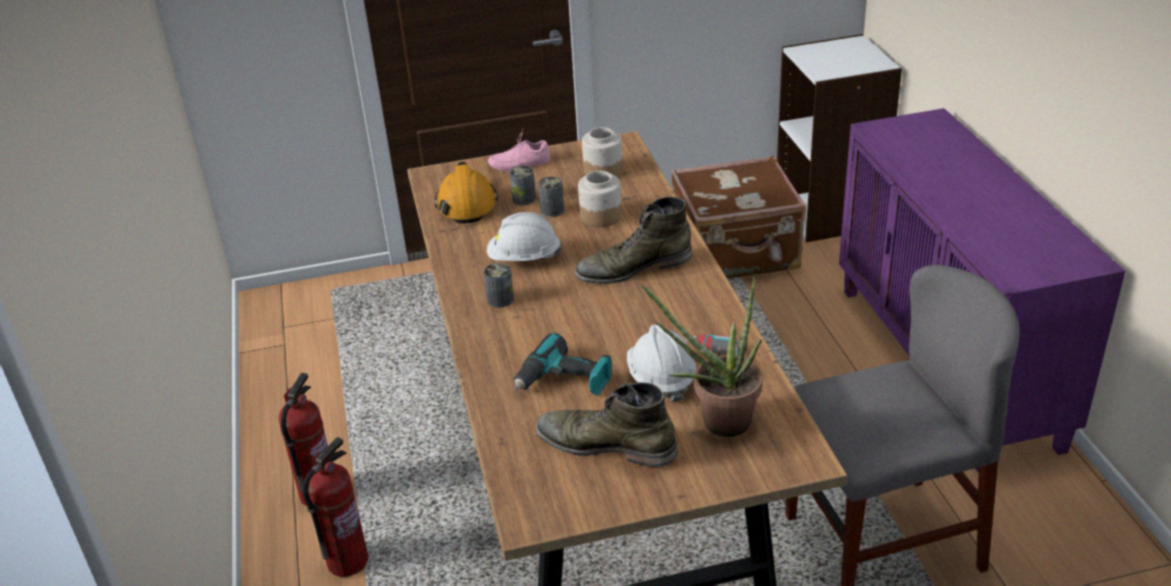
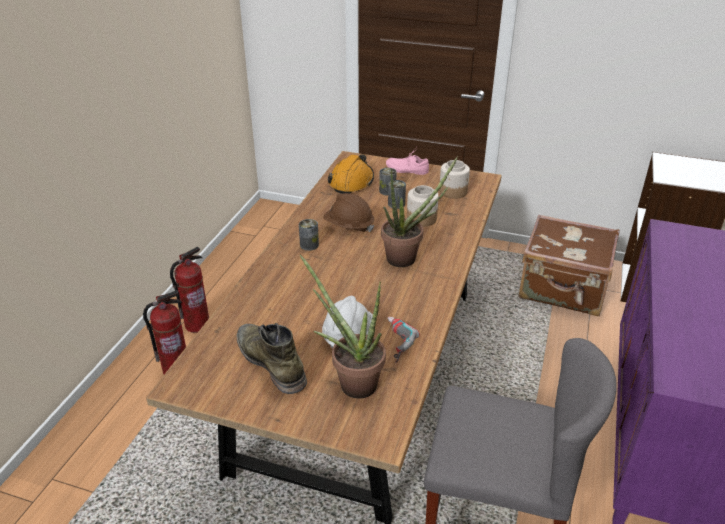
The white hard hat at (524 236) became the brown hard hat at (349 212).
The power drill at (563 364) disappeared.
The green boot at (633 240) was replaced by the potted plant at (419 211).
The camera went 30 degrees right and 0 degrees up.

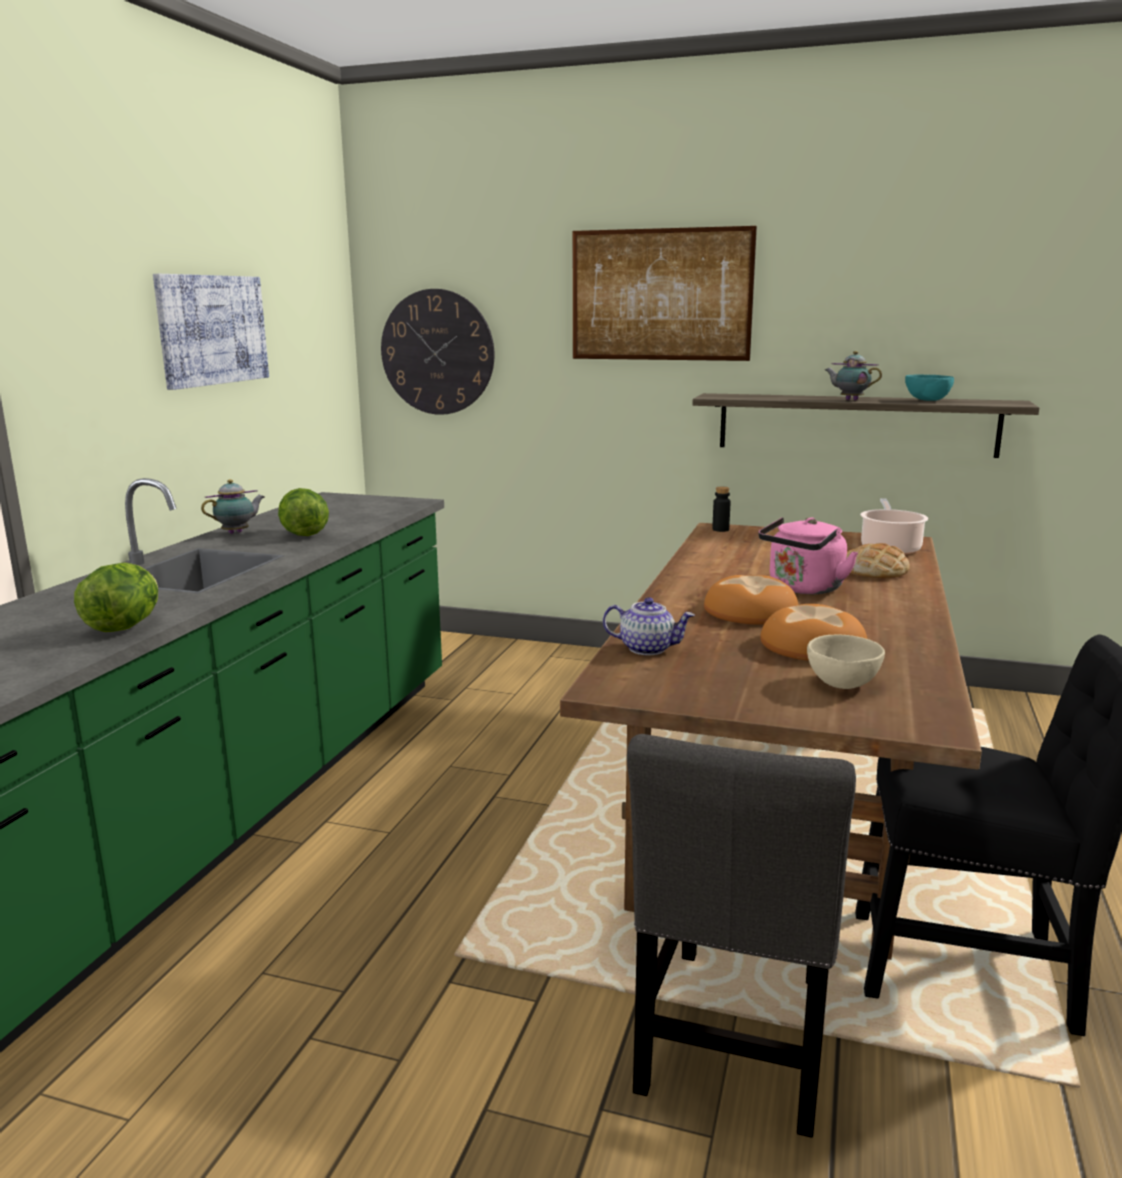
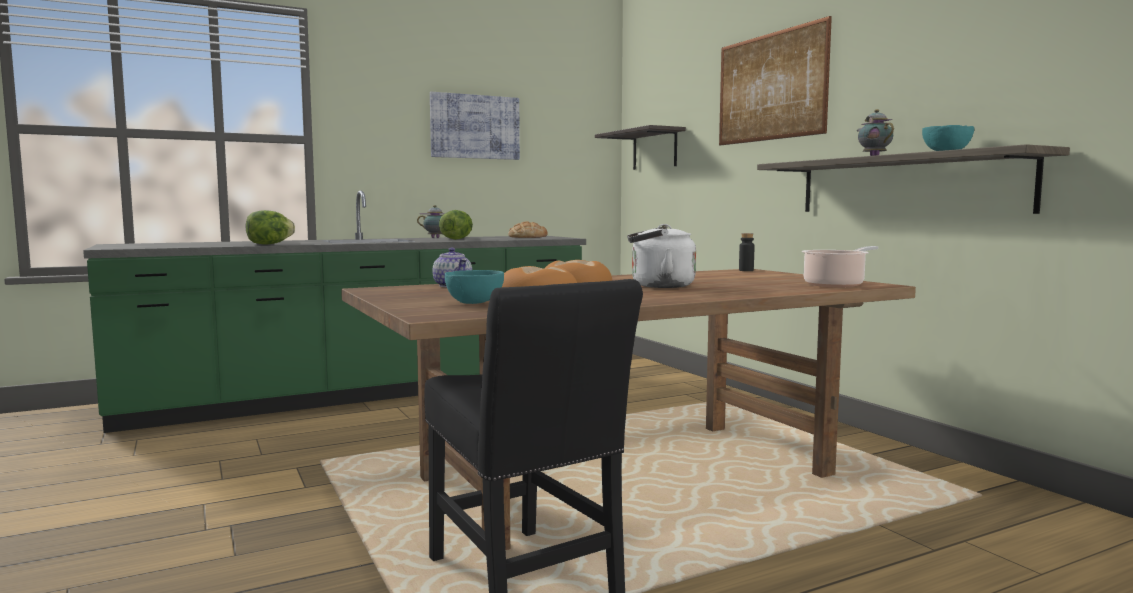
The wall clock at (438 352) was replaced by the shelf at (640 147).
The grey chair at (741 936) disappeared.
The pink kettle at (808 555) became the white kettle at (661 256).
The beige bowl at (846 662) became the turquoise bowl at (474 287).
The bread moved from (878 560) to (528 229).
The camera went 45 degrees right and 10 degrees down.

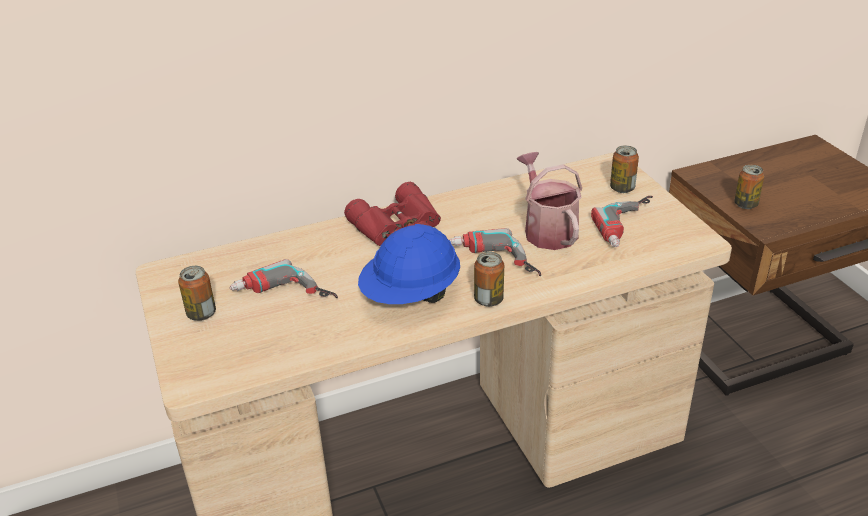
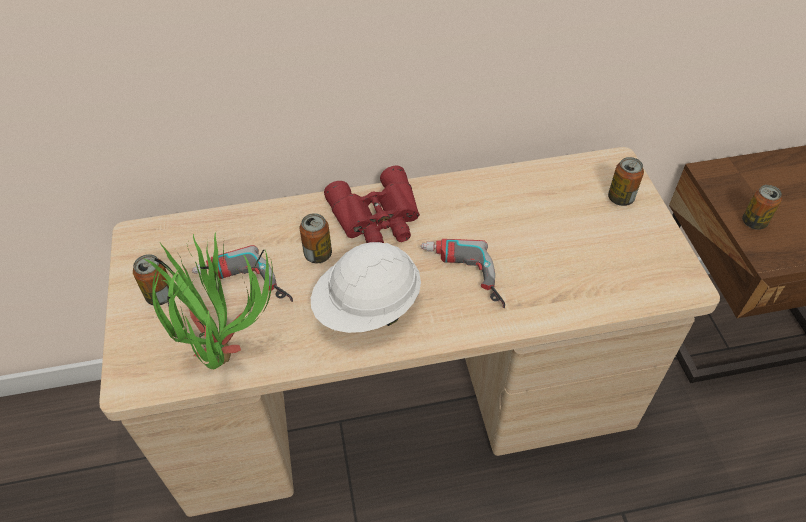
The blue hard hat at (409 264) became the white hard hat at (366 287).
The can moved from (489 279) to (316 238).
The watering can at (549 201) disappeared.
The power drill at (622 221) disappeared.
The potted plant at (208 300) appeared.
The camera went 10 degrees right and 15 degrees up.

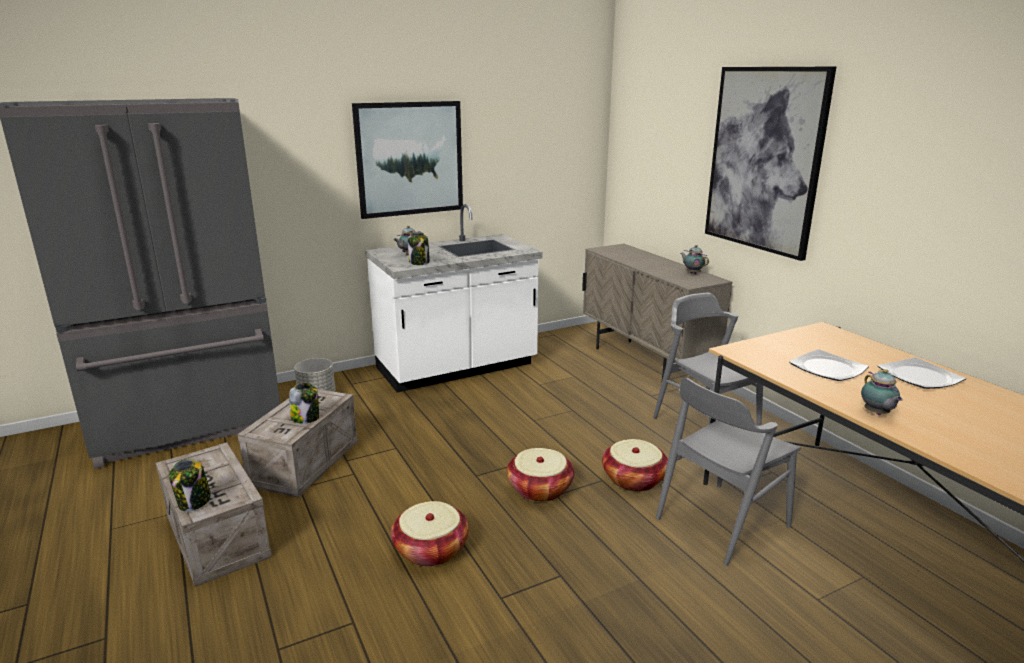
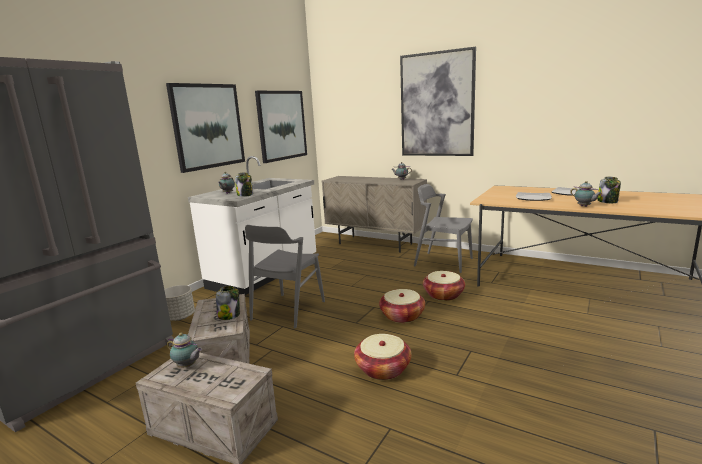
The jar moved from (190 485) to (609 190).
The grey chair moved from (728 472) to (285 276).
The teapot at (184 350) appeared.
The picture at (281 127) appeared.
The camera went 30 degrees left and 5 degrees down.

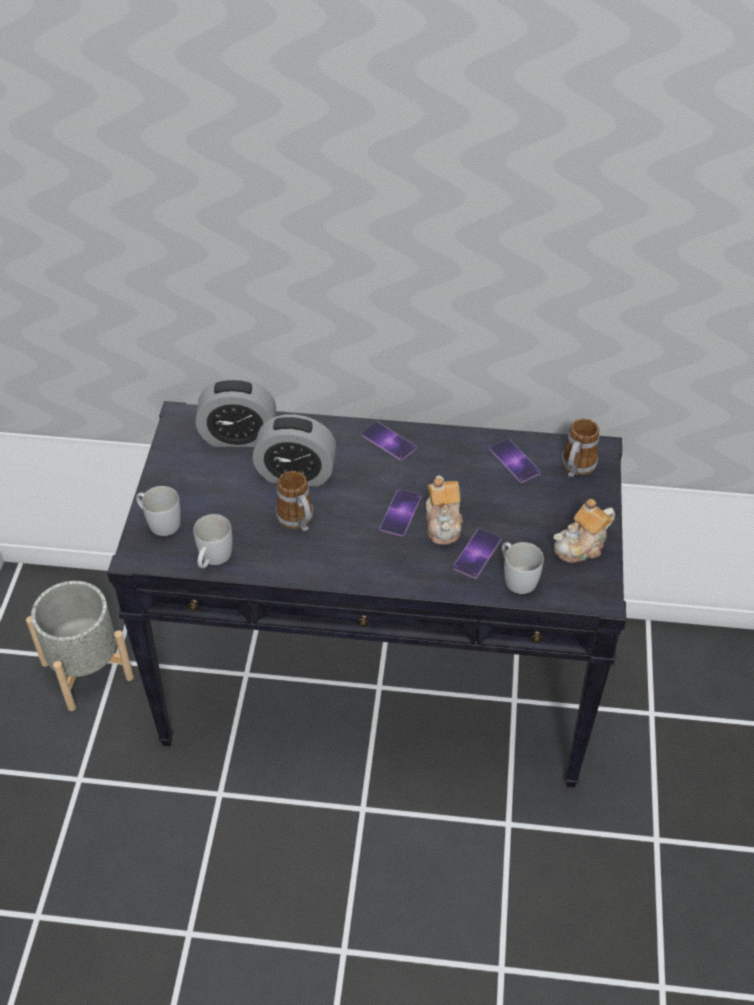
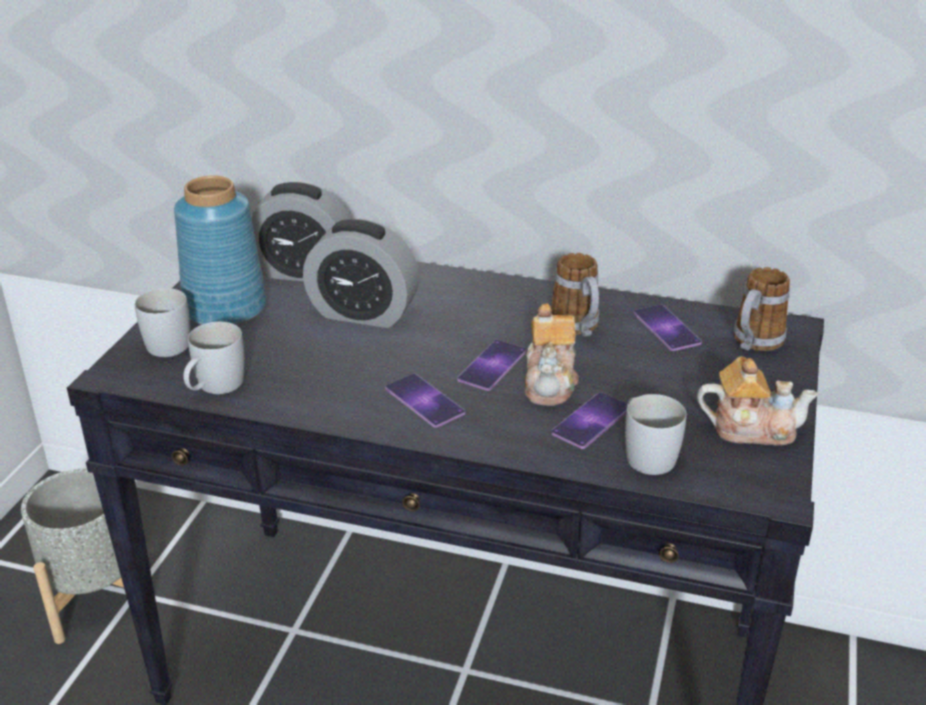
The mug moved from (294 501) to (575 295).
The phone moved from (389 441) to (425 400).
The teapot at (584 531) turned 150 degrees counterclockwise.
The blue vase at (220 250) appeared.
The camera went 10 degrees right and 15 degrees down.

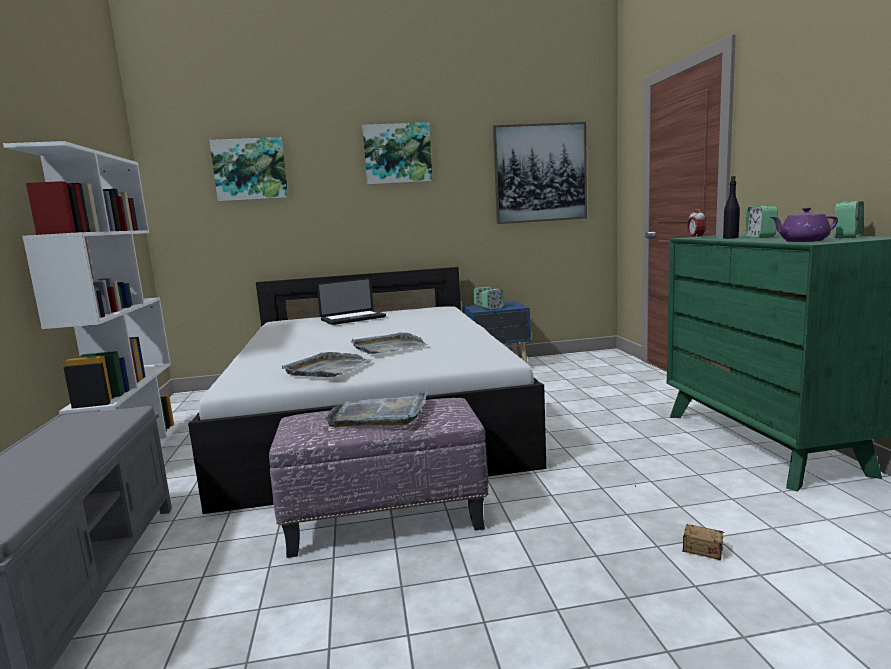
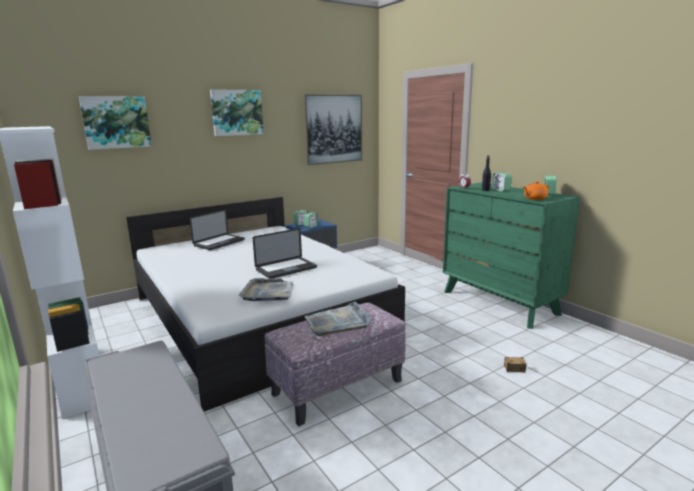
The grey tray at (389 343) was replaced by the laptop at (285 253).
The purple teapot at (804 224) became the orange teapot at (536 190).
The camera went 25 degrees left and 5 degrees up.

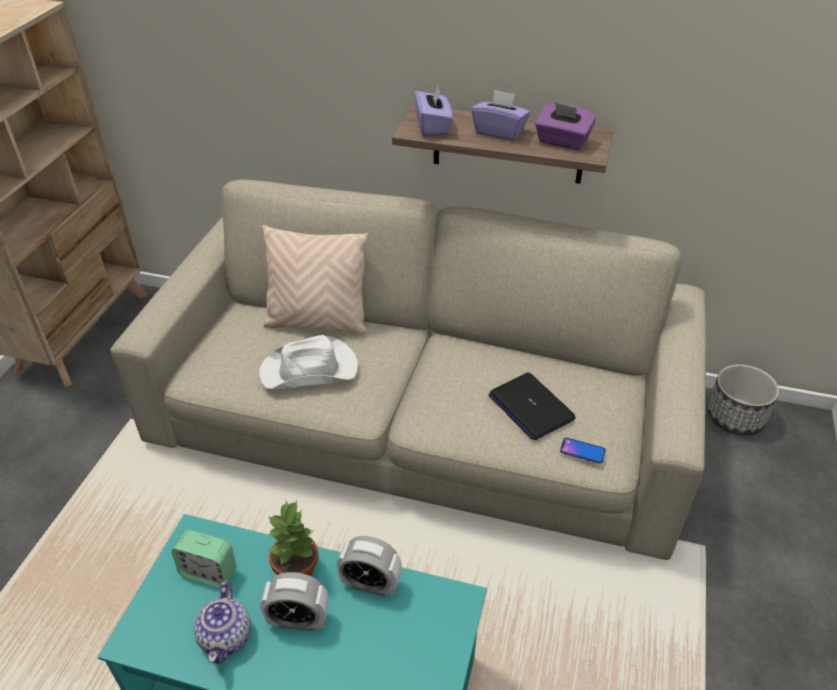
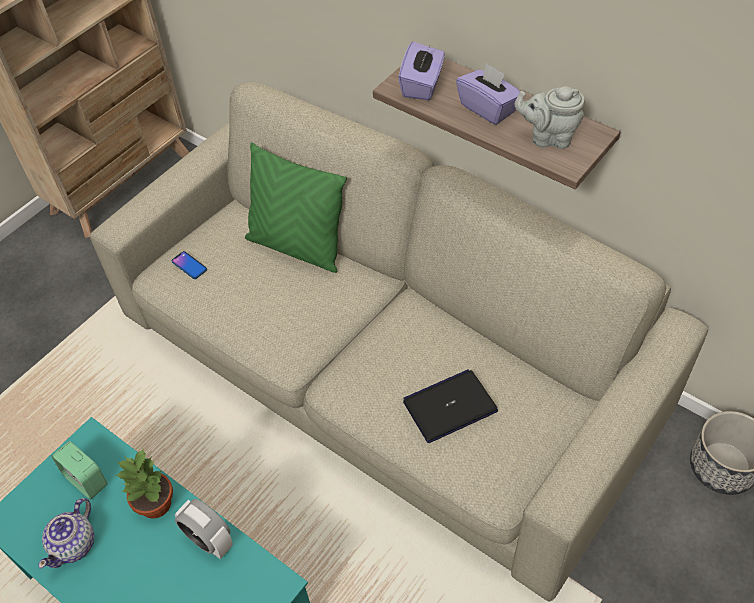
The white hat at (308 362) disappeared.
The alarm clock at (294 601) disappeared.
The beige pillow at (315 279) became the green pillow at (296 207).
The laptop at (532 406) turned 75 degrees clockwise.
The purple tissue box at (566 126) was replaced by the grey teapot at (550 117).
The phone moved from (583 450) to (189 265).
The camera went 25 degrees right and 10 degrees up.

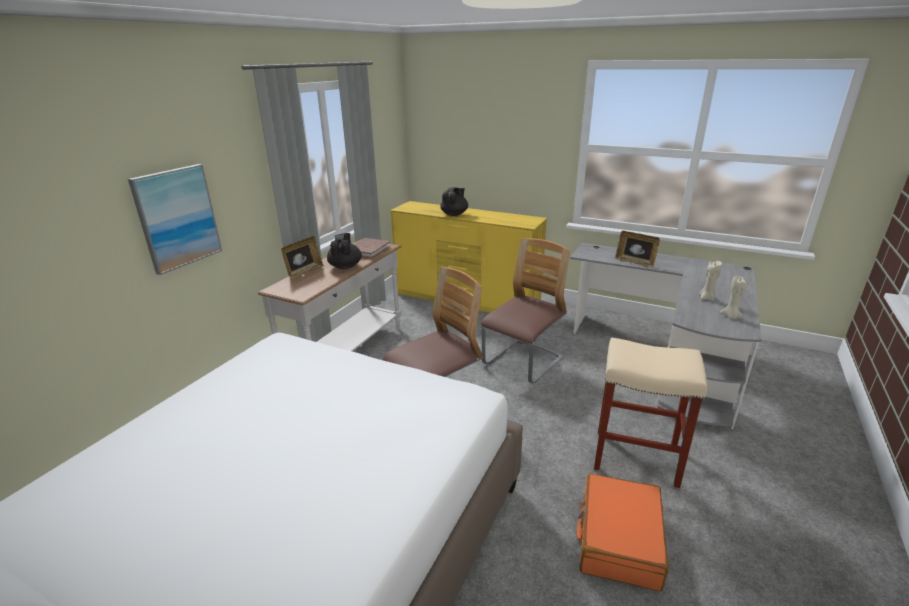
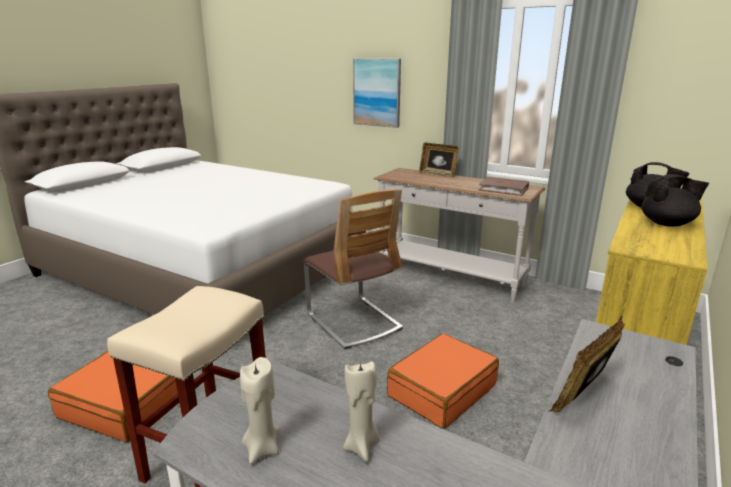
The black teapot moved from (344 251) to (675 200).
The chair at (525 311) was replaced by the orange suitcase at (443 381).
The camera went 95 degrees right and 5 degrees down.

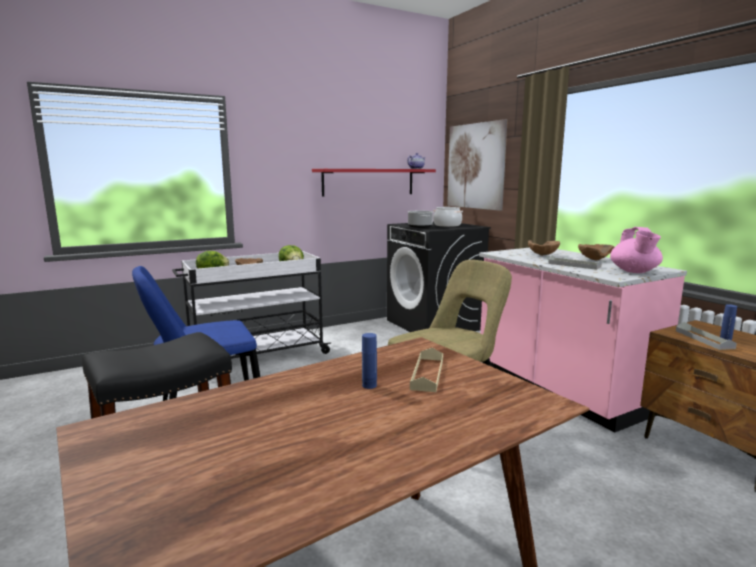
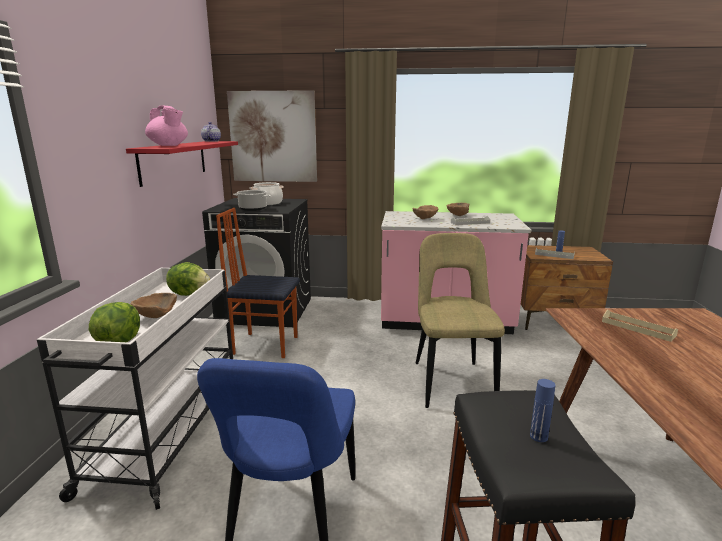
The blue bottle moved from (369 361) to (542 410).
The pink teapot moved from (636 250) to (166 126).
The chair at (258 283) appeared.
The camera went 55 degrees left and 5 degrees up.

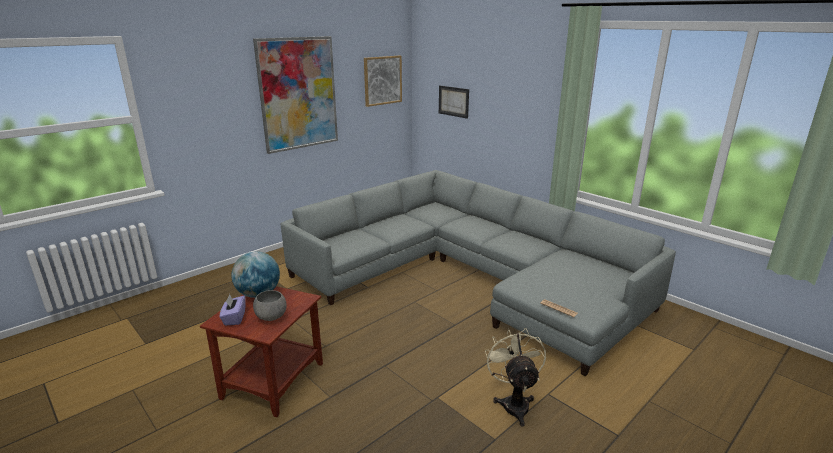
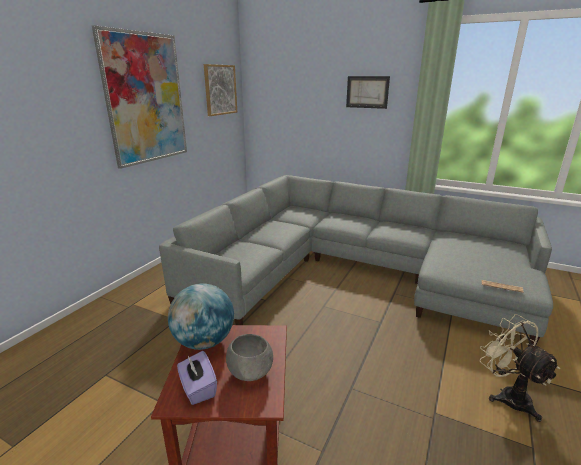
The picture moved from (454 102) to (368 92).
The camera went 20 degrees left and 0 degrees up.

